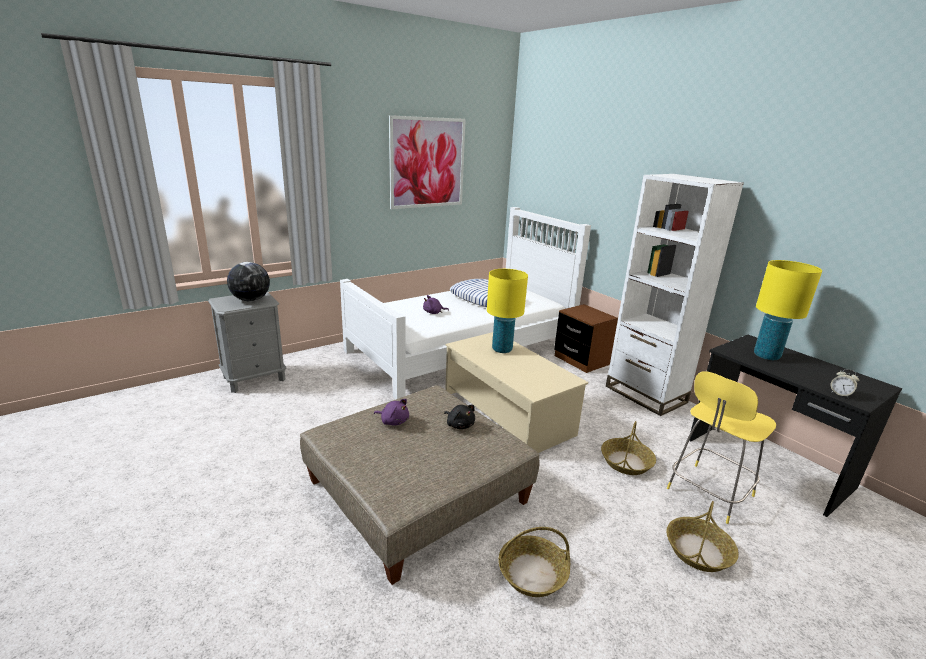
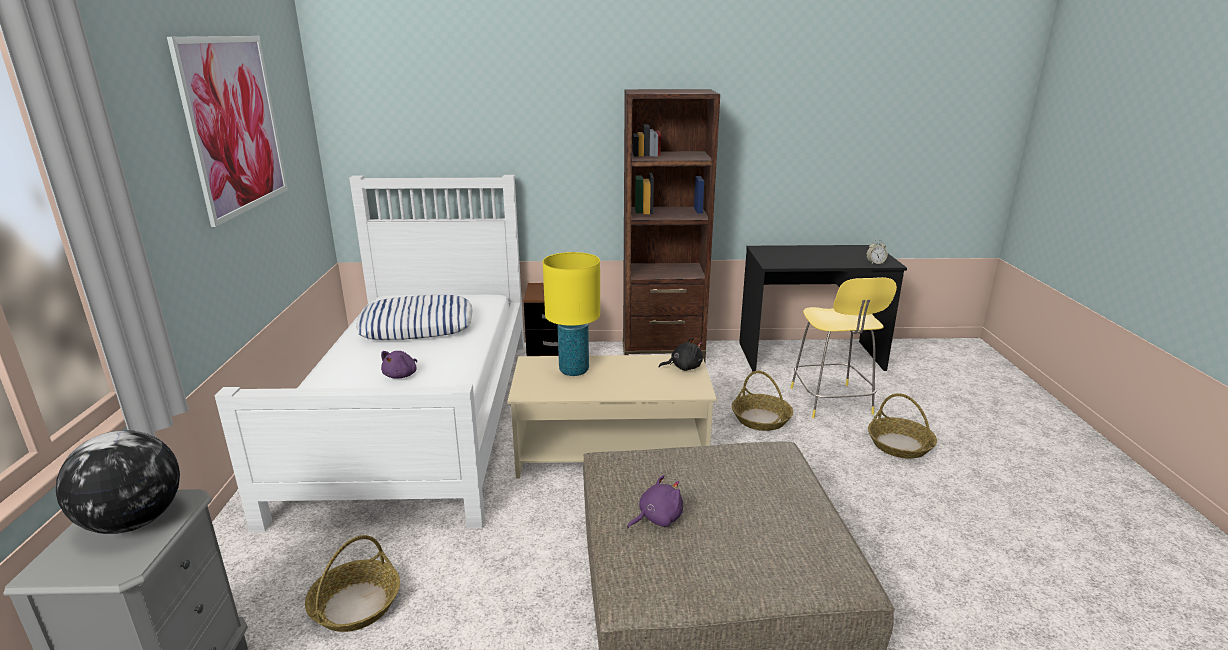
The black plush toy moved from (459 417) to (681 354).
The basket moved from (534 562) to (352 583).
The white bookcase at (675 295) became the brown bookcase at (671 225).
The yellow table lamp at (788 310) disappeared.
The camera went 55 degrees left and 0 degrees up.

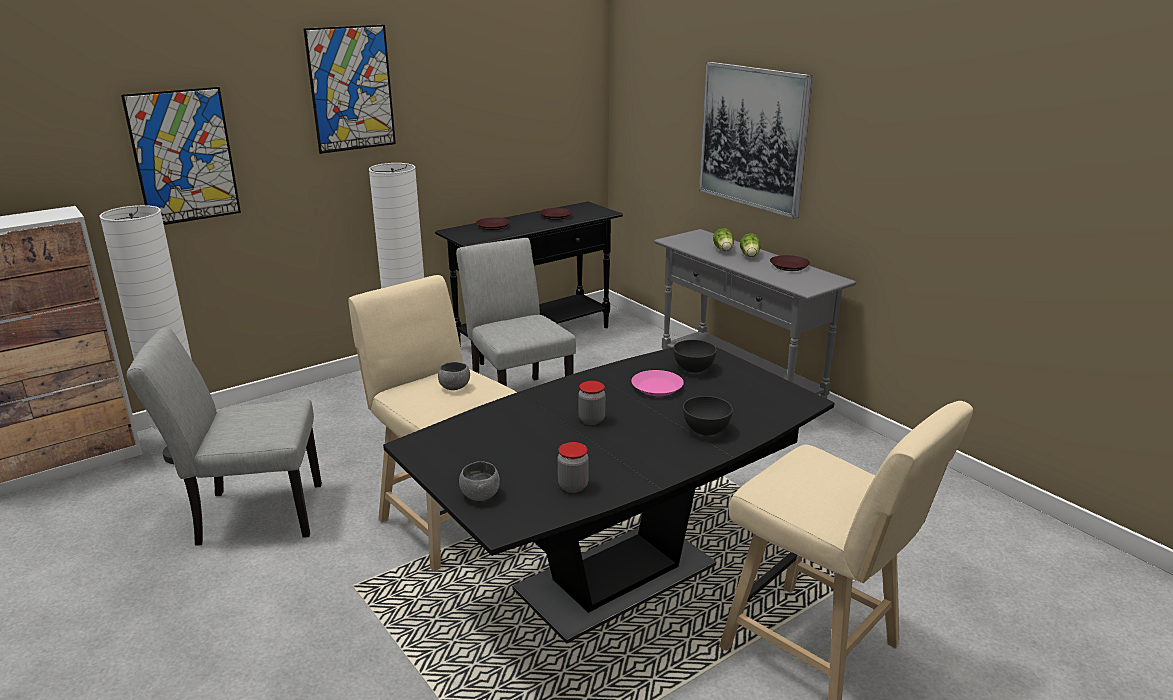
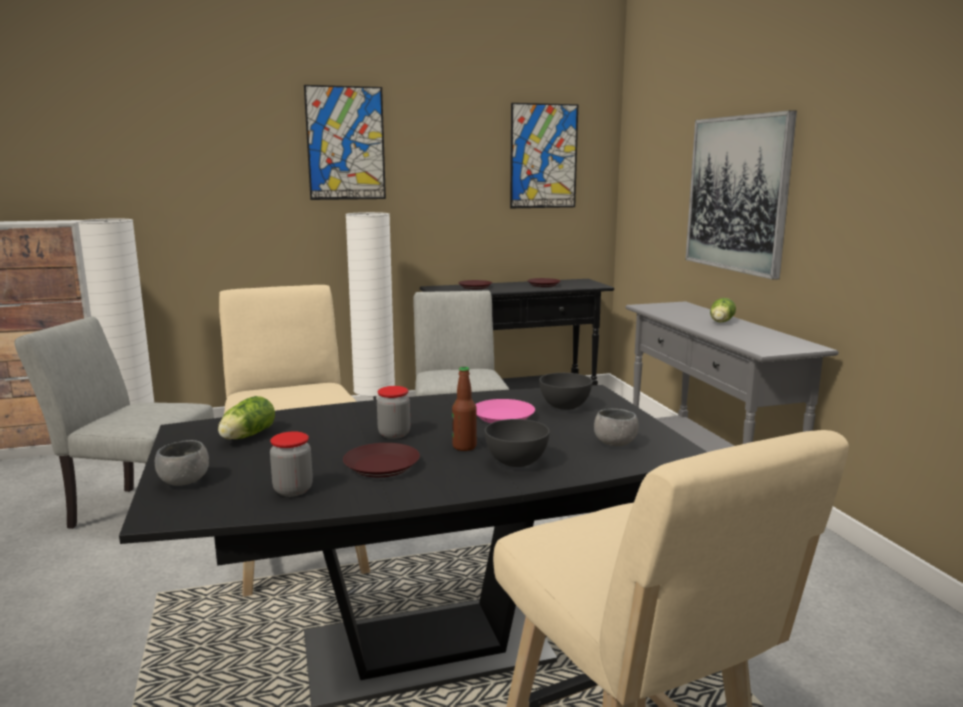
The picture moved from (181 156) to (544 155).
The grey bowl moved from (454 376) to (616 427).
The lettuce moved from (723 240) to (246 417).
The brown plate moved from (790 263) to (381 460).
The bottle at (464 409) appeared.
The camera went 20 degrees right and 10 degrees down.

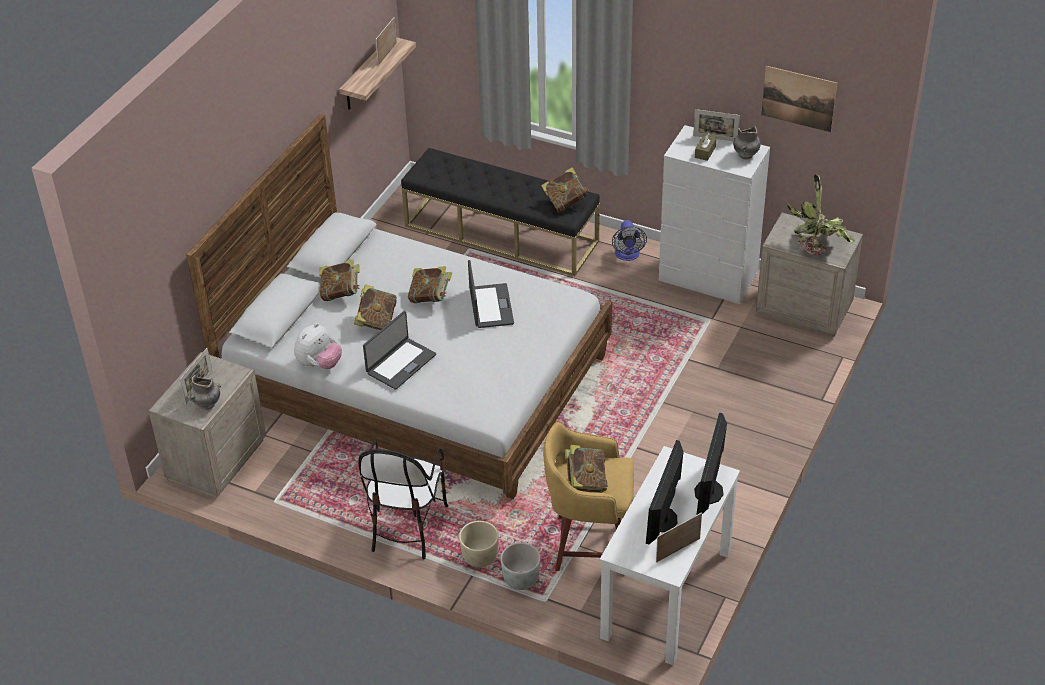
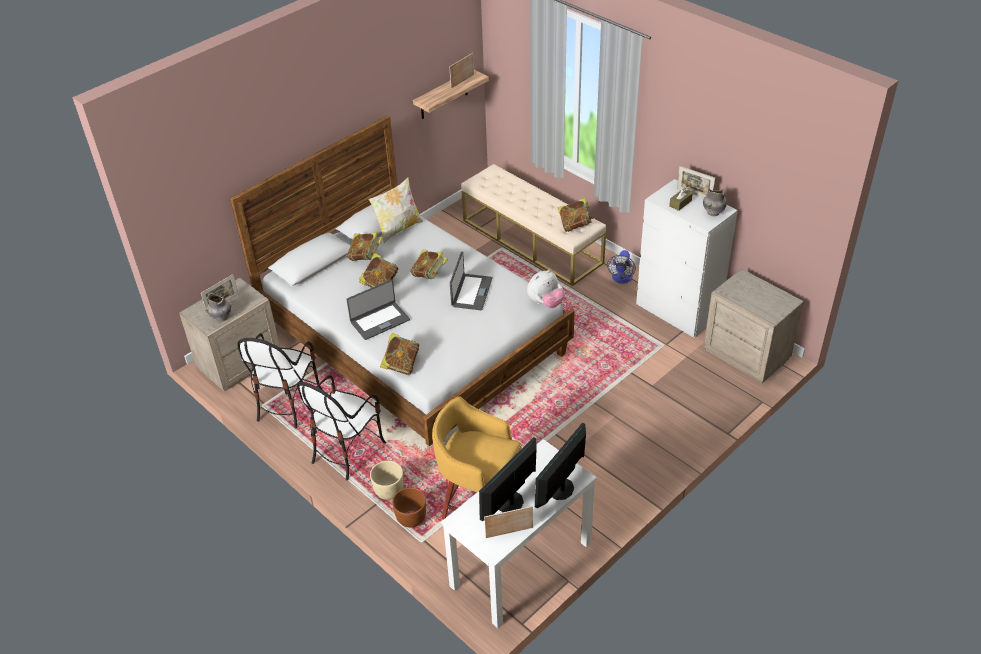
The plush toy moved from (318 346) to (546 289).
The black bench at (500 212) became the beige bench at (533 225).
The grey planter at (520 566) became the brown planter at (409 507).
The book moved from (586 469) to (399 354).
The picture at (799 99) disappeared.
The potted plant at (821 215) disappeared.
The chair at (279 380) appeared.
The pillow at (396 210) appeared.
The camera went 20 degrees right and 0 degrees up.

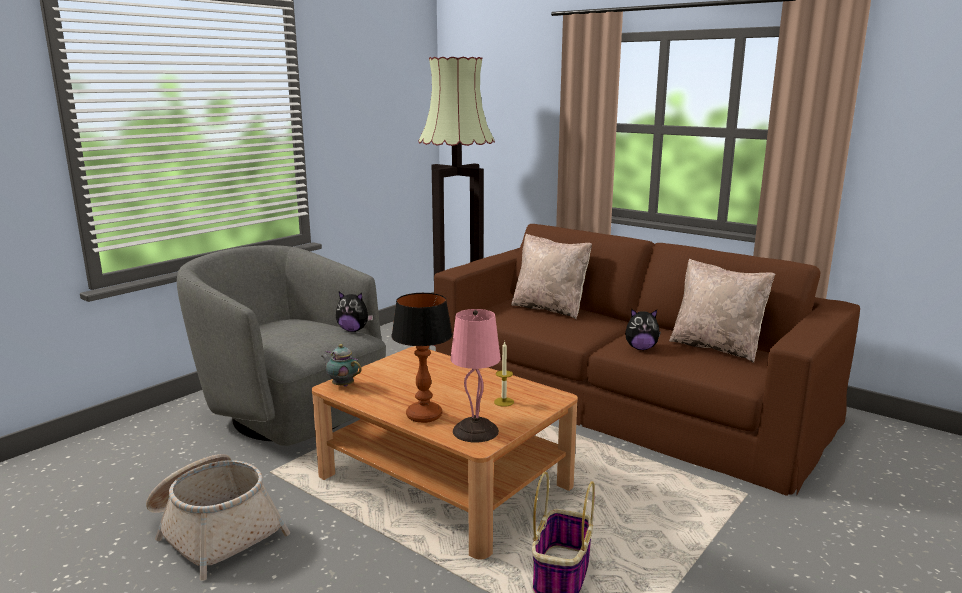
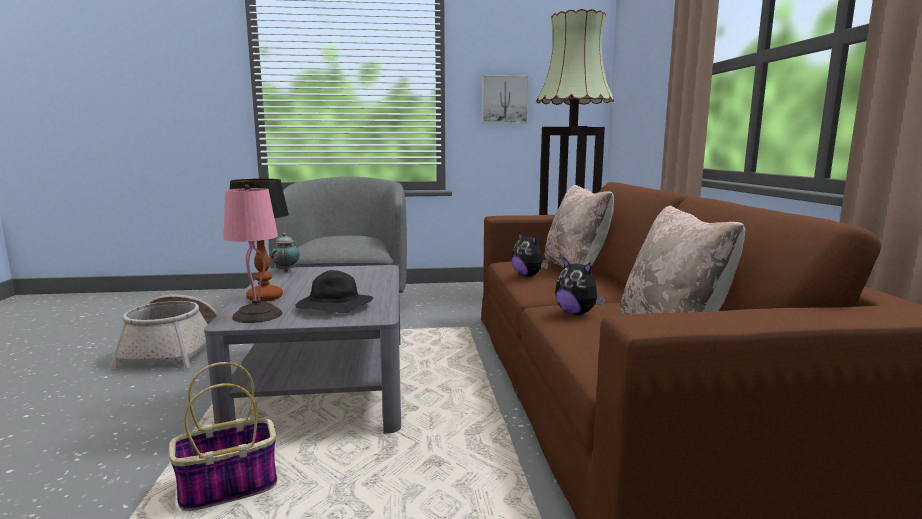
The brown coffee table at (445 453) became the grey coffee table at (302 349).
The plush toy moved from (354 312) to (529 255).
The candle at (504 374) was replaced by the black hat at (334 292).
The picture at (505 99) appeared.
The camera went 45 degrees right and 5 degrees down.

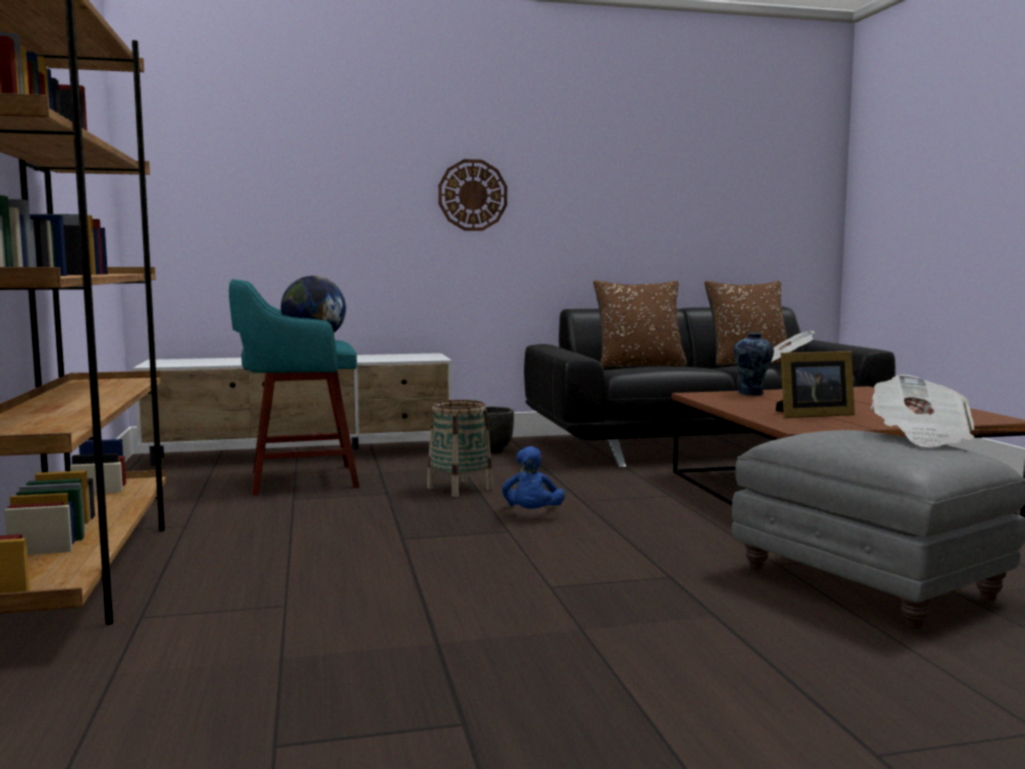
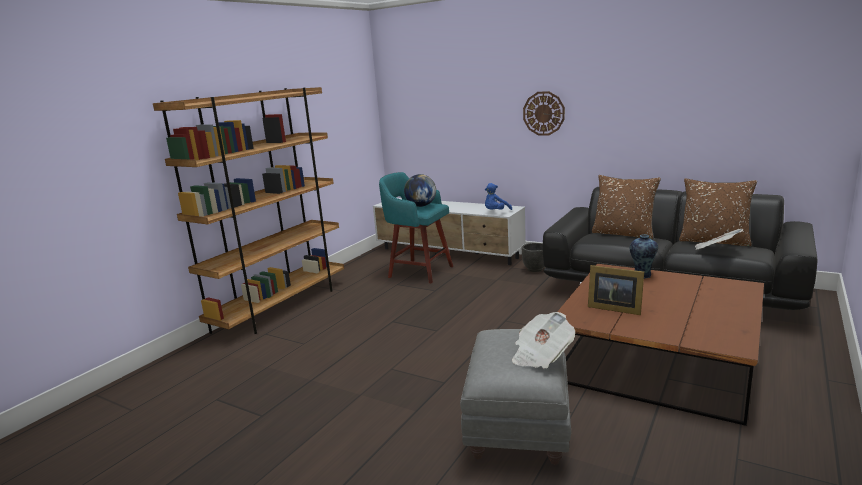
The basket at (460 448) disappeared.
The blue plush toy moved from (533 477) to (498 196).
The camera went 45 degrees right and 10 degrees up.

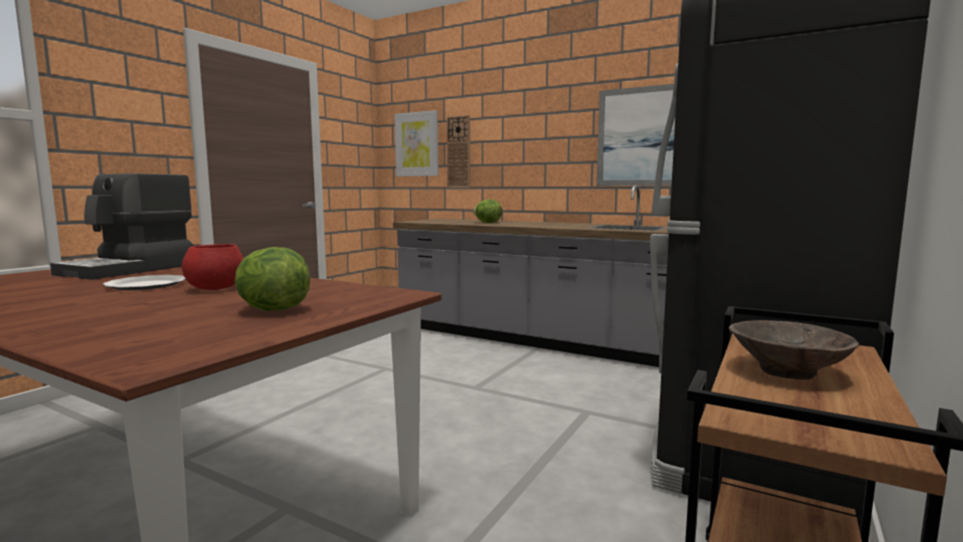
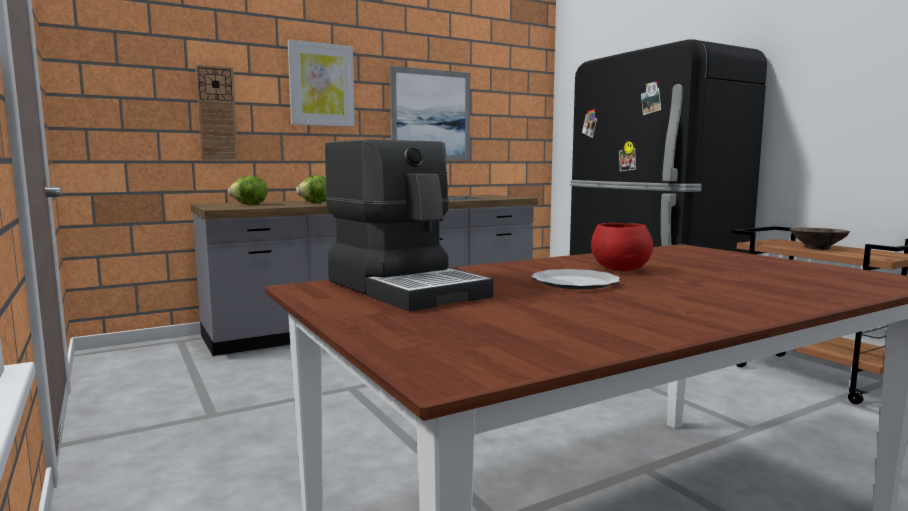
The lettuce moved from (272 279) to (248 190).
The picture moved from (416 143) to (321 83).
The camera went 60 degrees left and 0 degrees up.

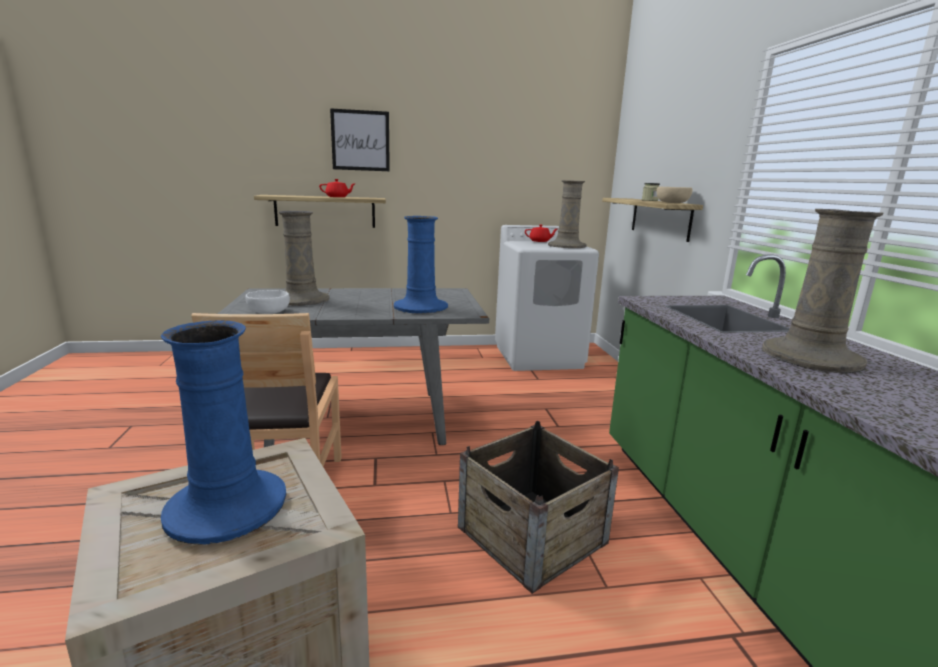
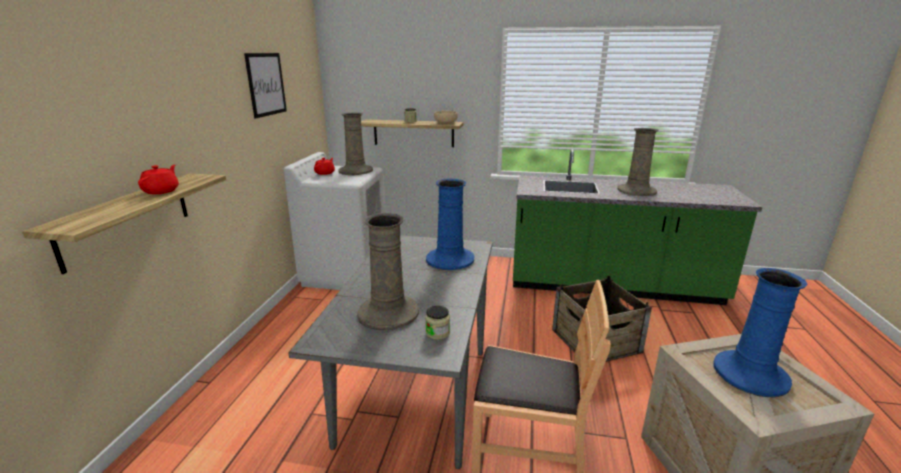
The white bowl at (267 302) was replaced by the jar at (437 323).
The picture moved from (360 139) to (265 85).
The camera went 70 degrees left and 5 degrees up.

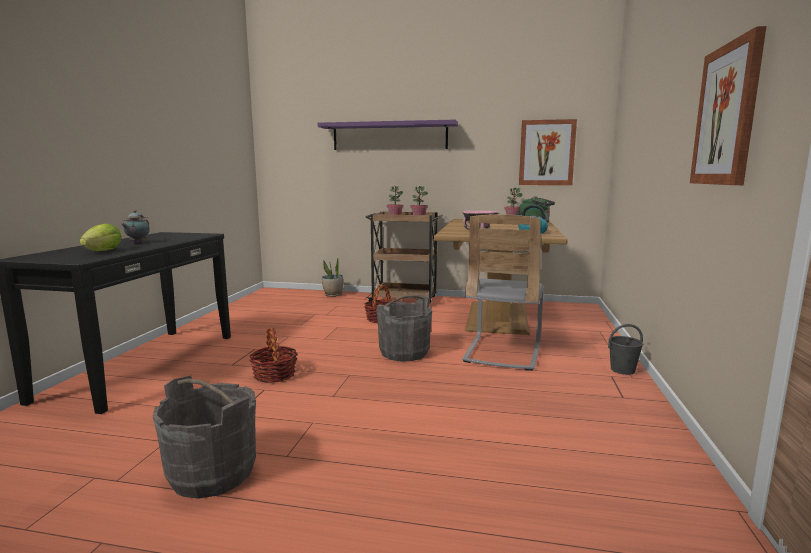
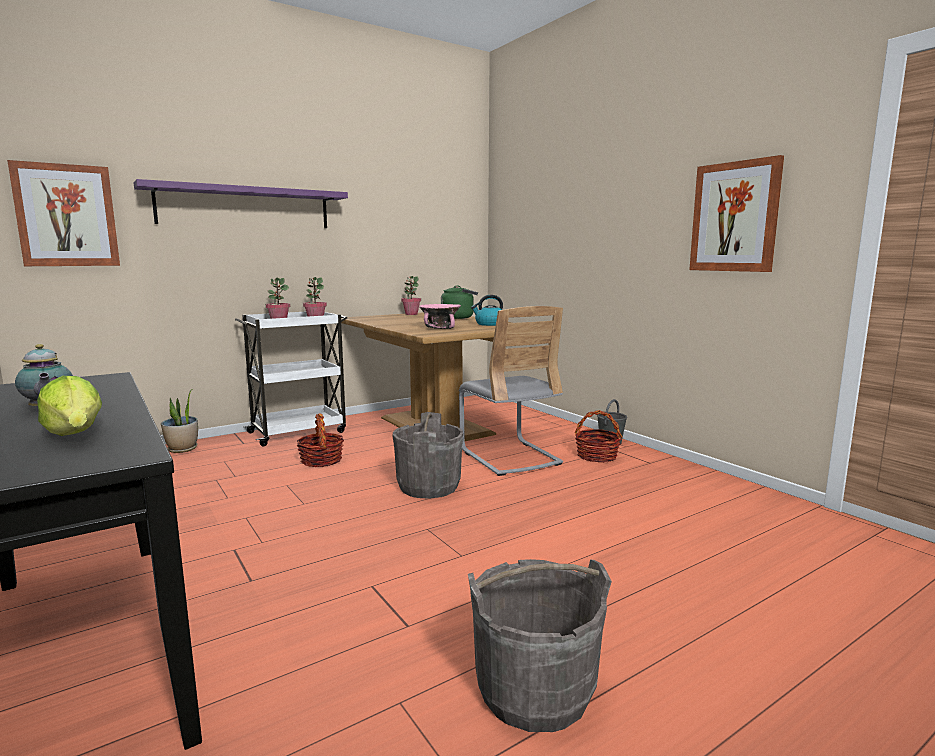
The basket moved from (273 355) to (598 436).
The brown cart at (404 258) became the white cart at (291 379).
The picture moved from (548 152) to (63 213).
The camera went 45 degrees left and 0 degrees up.

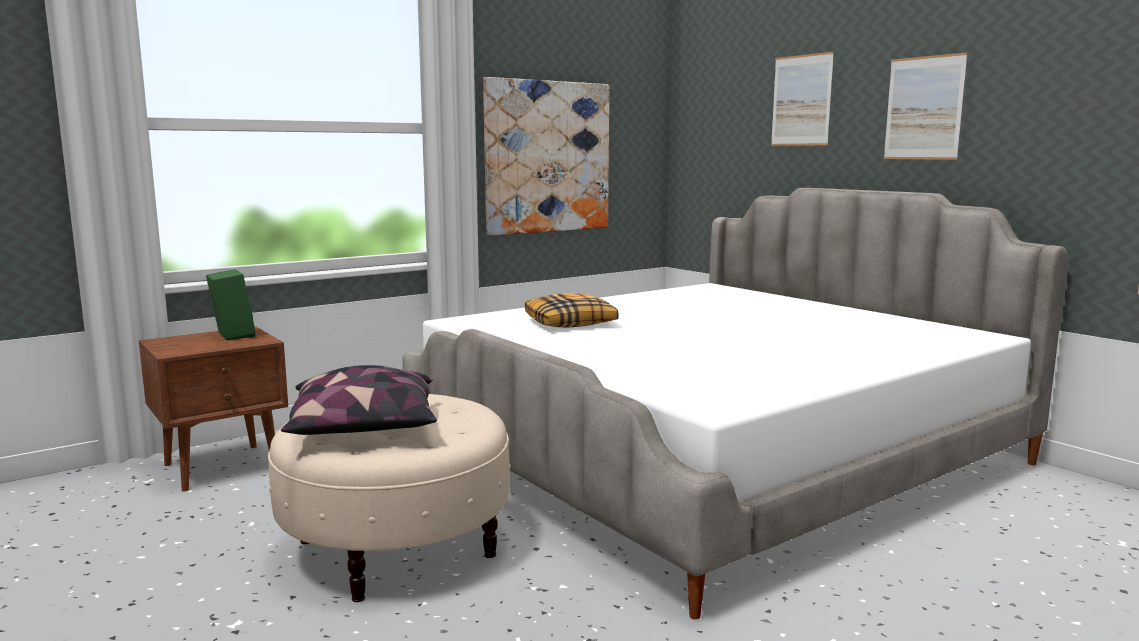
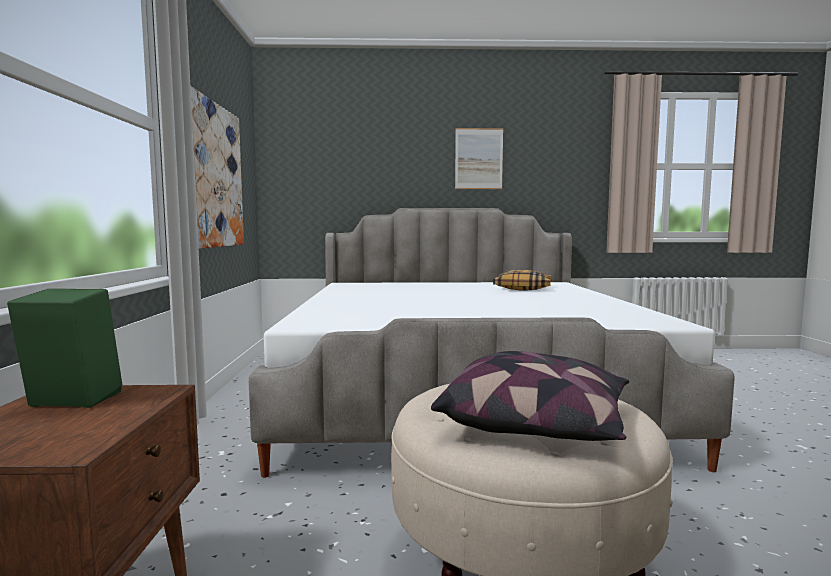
The pillow moved from (571 310) to (522 280).
The picture at (802 99) disappeared.
The camera went 55 degrees left and 5 degrees down.

